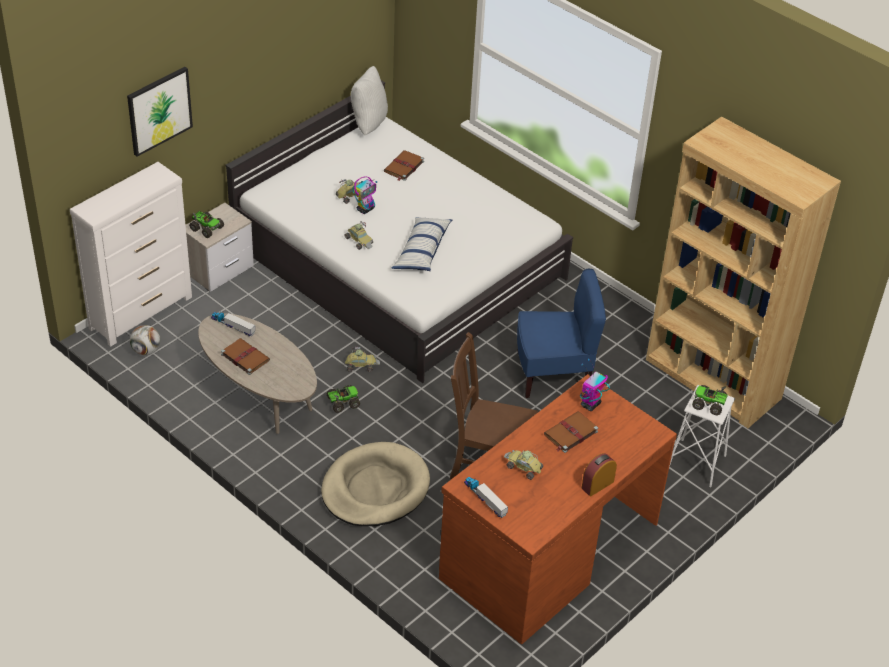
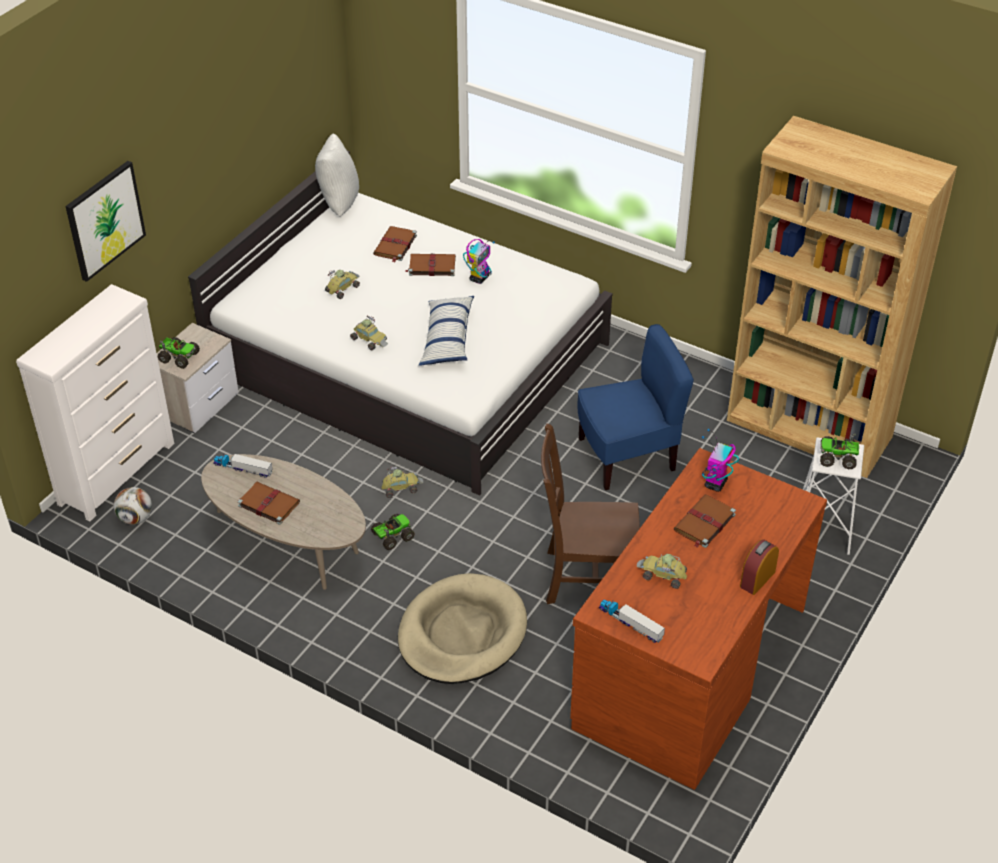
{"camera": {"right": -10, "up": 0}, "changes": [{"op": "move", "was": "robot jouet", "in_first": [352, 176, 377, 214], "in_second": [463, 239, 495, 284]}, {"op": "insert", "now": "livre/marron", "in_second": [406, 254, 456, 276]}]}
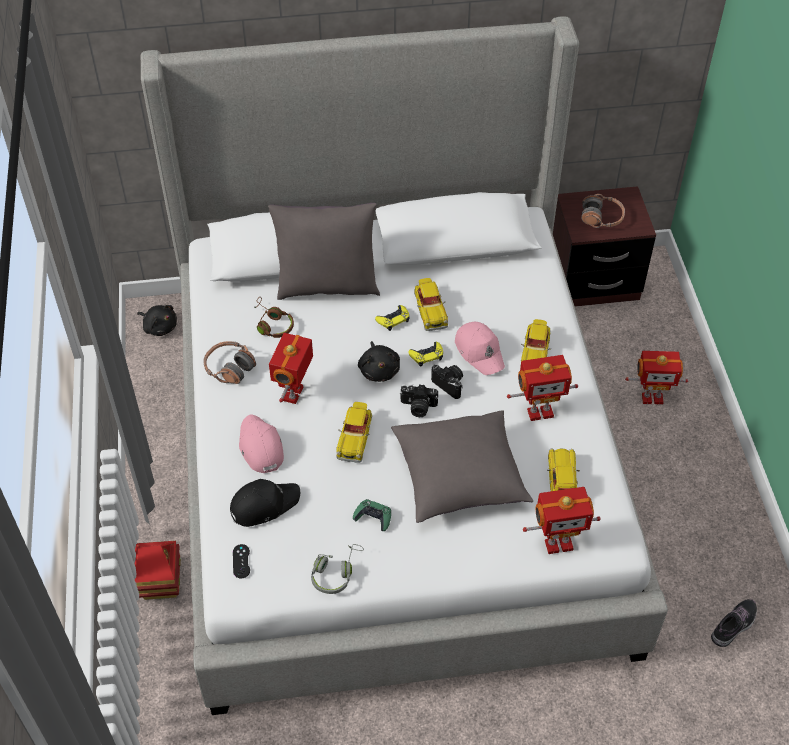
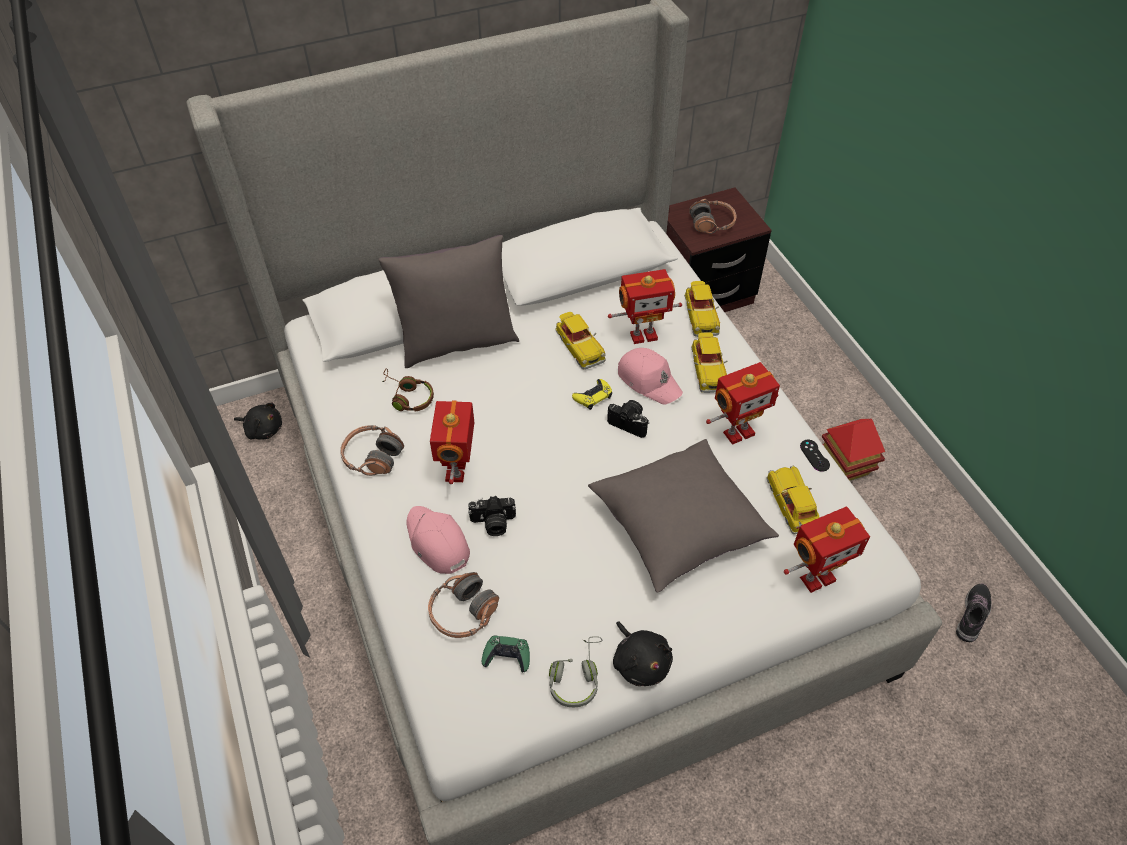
{"camera": {"right": -15, "up": 0}, "changes": [{"op": "move", "was": "maison miniature", "in_first": [134, 541, 181, 600], "in_second": [822, 419, 885, 481]}, {"op": "replace", "was": "casquette/noir", "now": "casque audio", "in_first": [230, 479, 300, 527], "in_second": [428, 572, 499, 638]}, {"op": "move", "was": "manette/noir", "in_first": [233, 544, 250, 579], "in_second": [800, 440, 830, 472]}, {"op": "move", "was": "petite voiture", "in_first": [336, 402, 372, 463], "in_second": [685, 281, 720, 337]}, {"op": "move", "was": "manette/vert", "in_first": [353, 499, 391, 531], "in_second": [482, 635, 530, 672]}, {"op": "move", "was": "peluche/noir", "in_first": [358, 341, 400, 382], "in_second": [613, 621, 673, 686]}, {"op": "delete", "was": "manette/jaune", "in_first": [375, 305, 410, 331]}, {"op": "move", "was": "appareil photo", "in_first": [400, 384, 438, 417], "in_second": [468, 496, 516, 536]}, {"op": "move", "was": "robot jouet", "in_first": [625, 351, 688, 405], "in_second": [608, 269, 682, 344]}]}
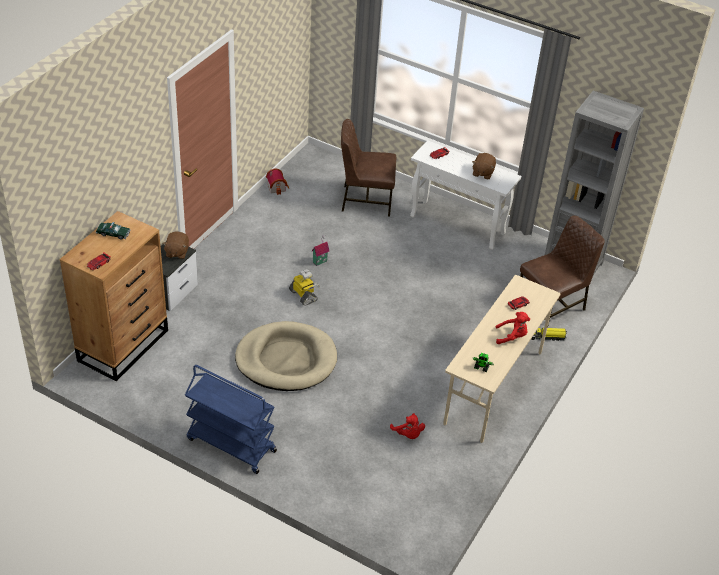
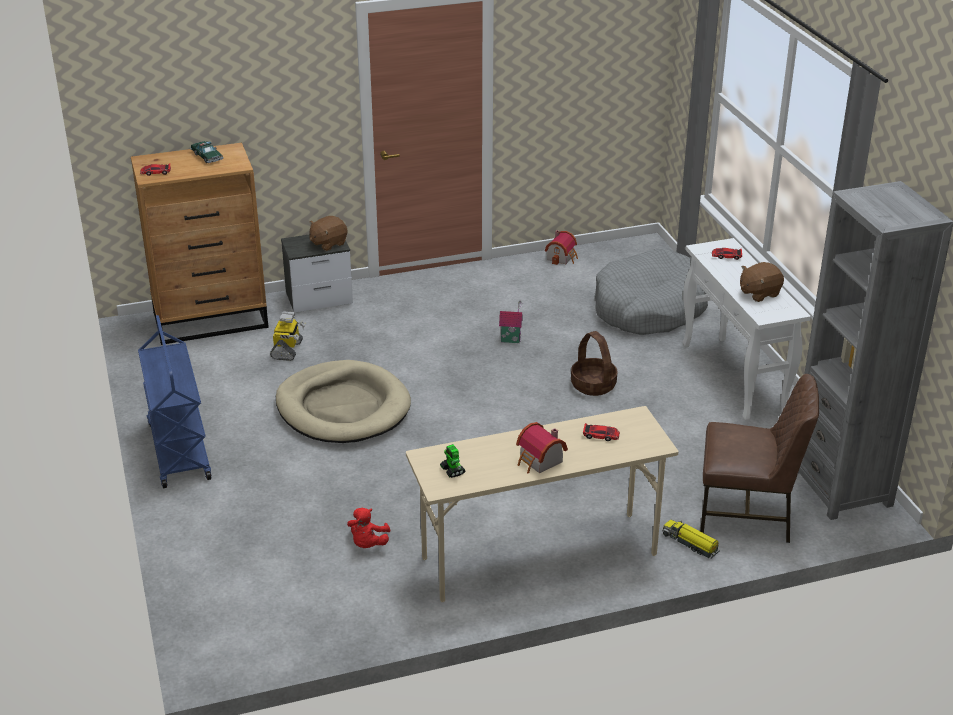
{"camera": {"right": 45, "up": -10}, "changes": [{"op": "move", "was": "robot jouet", "in_first": [289, 269, 320, 306], "in_second": [270, 311, 305, 361]}, {"op": "replace", "was": "chaise/marron", "now": "panier pour chien/gris", "in_first": [341, 119, 396, 217], "in_second": [595, 249, 708, 335]}, {"op": "replace", "was": "peluche/rouge", "now": "maison miniature", "in_first": [496, 312, 530, 344], "in_second": [516, 422, 568, 473]}, {"op": "insert", "now": "panier", "in_second": [571, 331, 618, 396]}]}
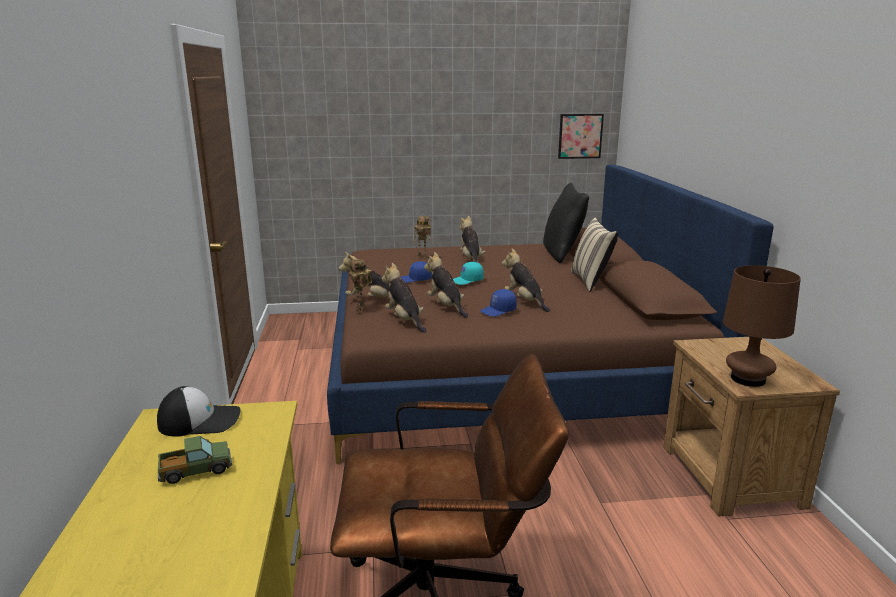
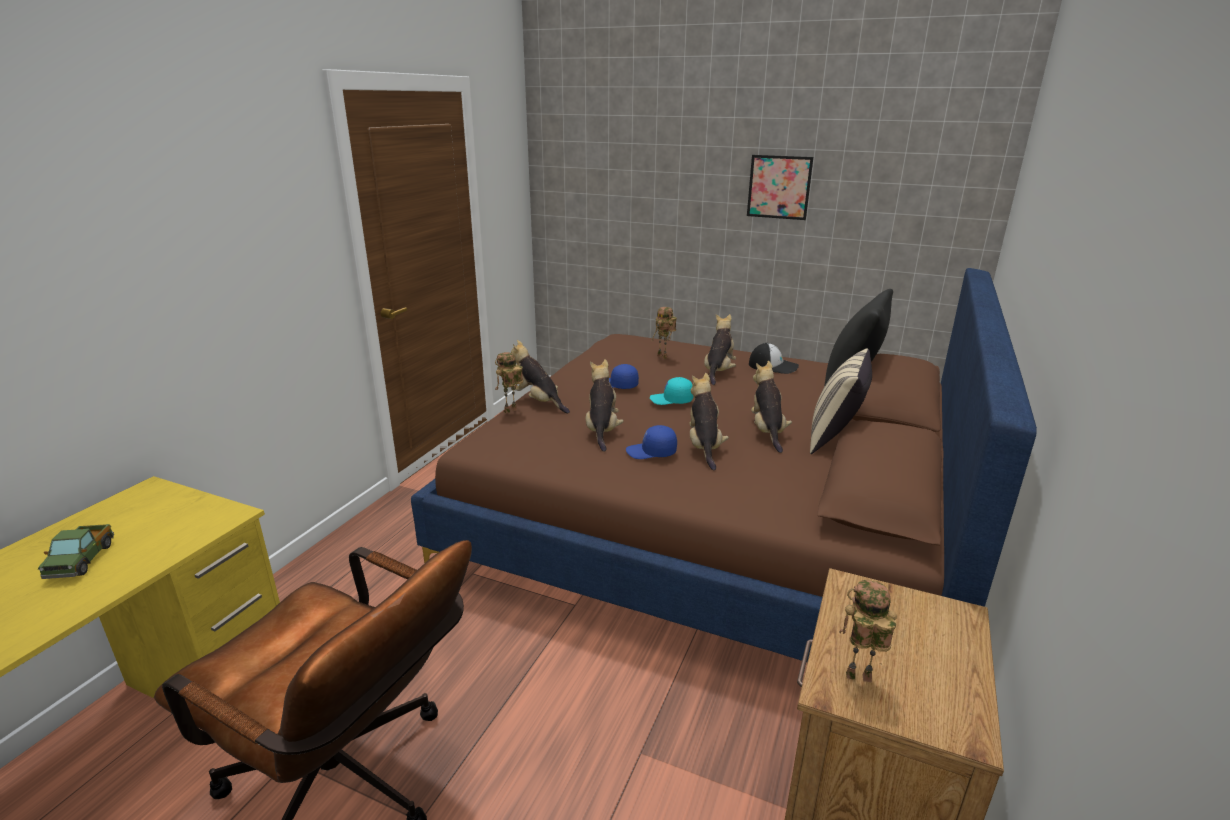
{"camera": {"right": 30, "up": 5}, "changes": [{"op": "move", "was": "casquette", "in_first": [157, 386, 241, 437], "in_second": [749, 343, 799, 374]}, {"op": "rotate", "was": "camion jouet", "in_first": [158, 436, 232, 484], "in_second": [38, 524, 114, 579], "clockwise": 75}, {"op": "move", "was": "peluche", "in_first": [382, 263, 426, 333], "in_second": [751, 361, 792, 453]}, {"op": "move", "was": "tableau", "in_first": [558, 114, 604, 159], "in_second": [747, 155, 813, 220]}, {"op": "replace", "was": "lampe de table/marron", "now": "robot jouet", "in_first": [723, 265, 801, 387], "in_second": [840, 580, 897, 682]}]}
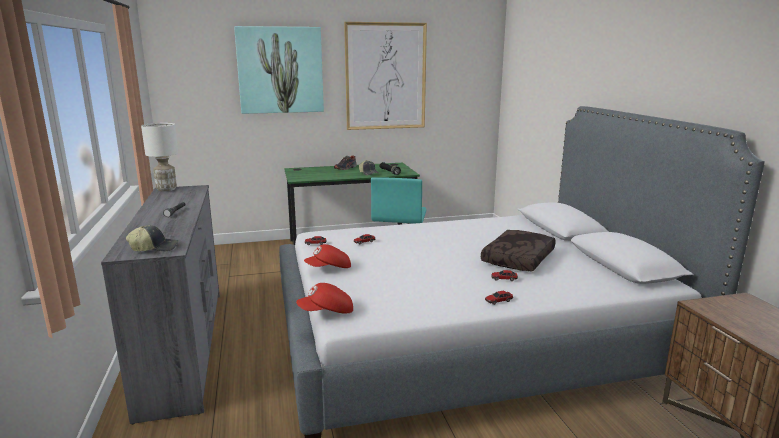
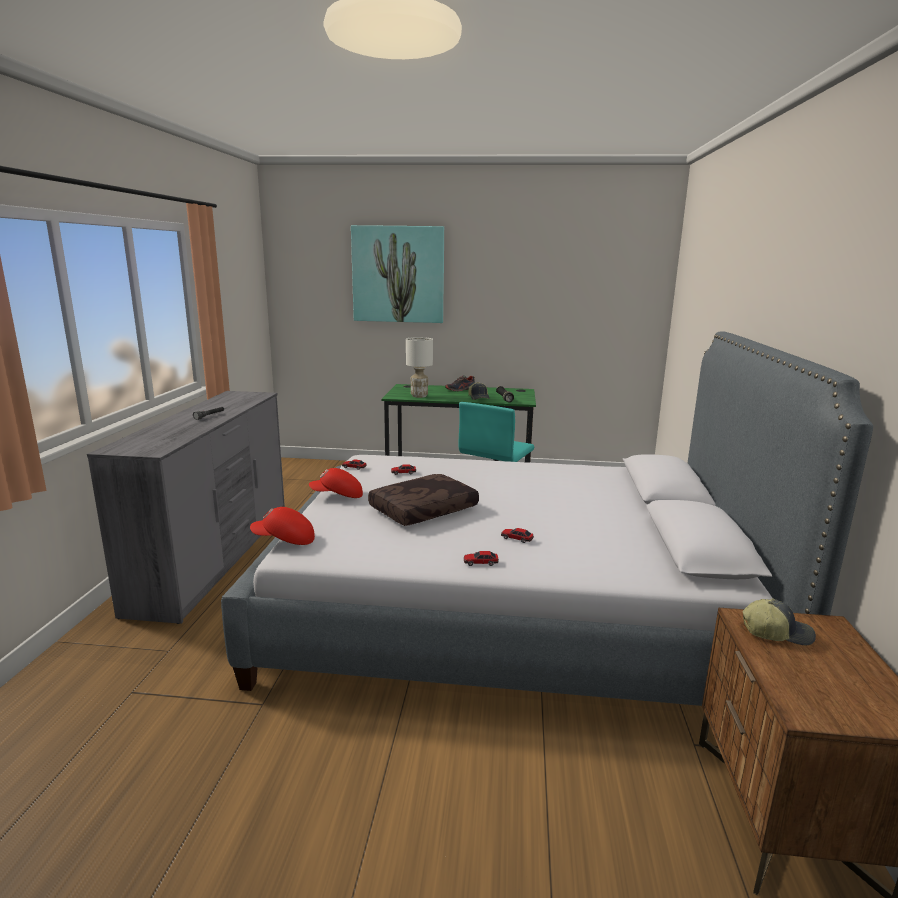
{"camera": {"right": 20, "up": 0}, "changes": [{"op": "move", "was": "casquette", "in_first": [126, 225, 179, 251], "in_second": [742, 599, 816, 645]}, {"op": "move", "was": "lampe de table/blanc", "in_first": [141, 123, 178, 192], "in_second": [406, 337, 433, 398]}, {"op": "delete", "was": "tableau", "in_first": [344, 22, 427, 130]}, {"op": "move", "was": "coussin/marron", "in_first": [481, 230, 556, 272], "in_second": [368, 474, 479, 526]}]}
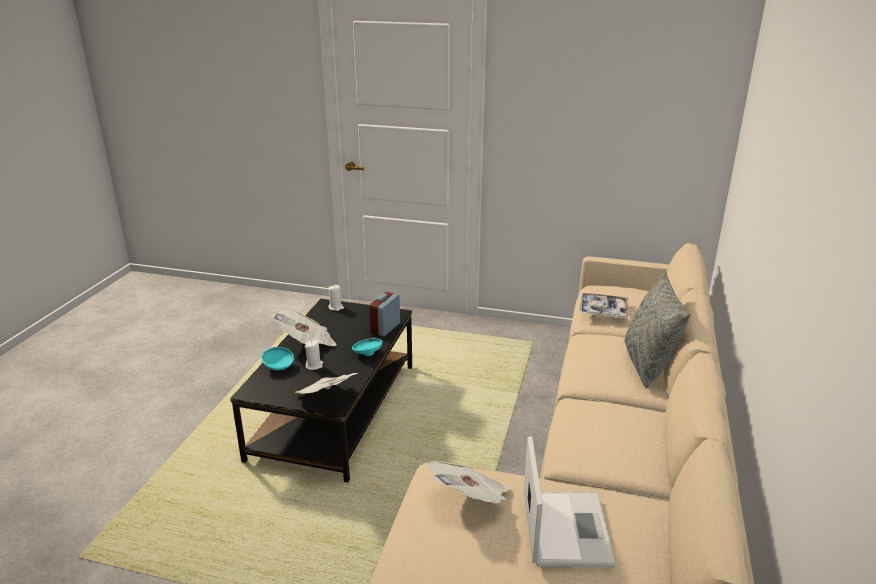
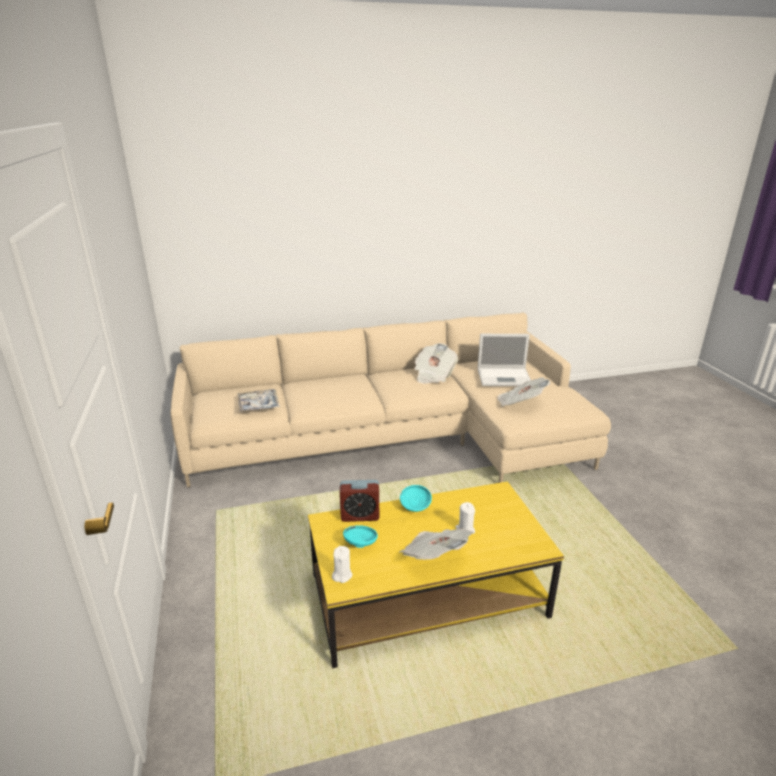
{"camera": {"right": -120, "up": 0}, "changes": [{"op": "recolor", "was": "table basse/noir", "now": "table basse/jaune", "in_first": [230, 299, 412, 483], "in_second": [308, 481, 564, 668]}, {"op": "move", "was": "bol/turquoise", "in_first": [262, 347, 294, 370], "in_second": [343, 525, 378, 548]}, {"op": "move", "was": "journal", "in_first": [296, 373, 358, 394], "in_second": [414, 343, 458, 384]}, {"op": "rotate", "was": "ordinateur portable", "in_first": [524, 436, 616, 568], "in_second": [478, 334, 531, 386], "clockwise": -150}, {"op": "delete", "was": "coussin/gris", "in_first": [625, 272, 691, 389]}]}
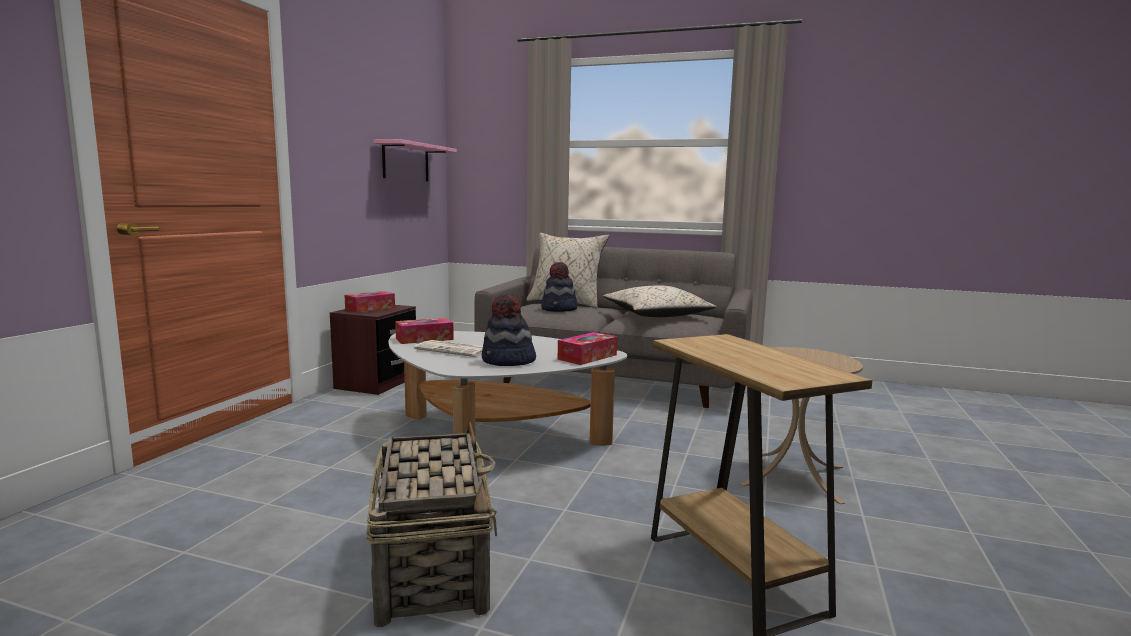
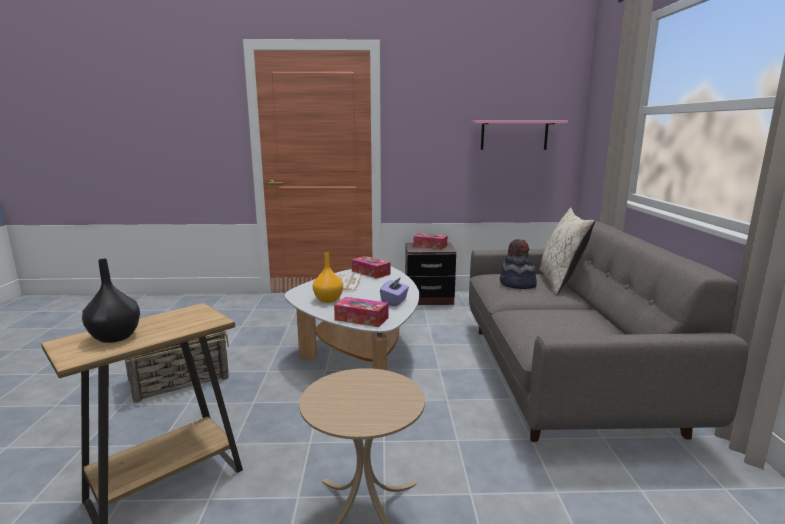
{"camera": {"right": 70, "up": 5}, "changes": [{"op": "replace", "was": "chapeau", "now": "vase/orange", "in_first": [482, 294, 536, 366], "in_second": [313, 252, 343, 303]}, {"op": "delete", "was": "coussin/beige", "in_first": [603, 285, 716, 317]}, {"op": "insert", "now": "vase/noir", "in_second": [82, 259, 140, 343]}, {"op": "insert", "now": "boîte à mouchoirs/violet", "in_second": [380, 277, 409, 306]}]}
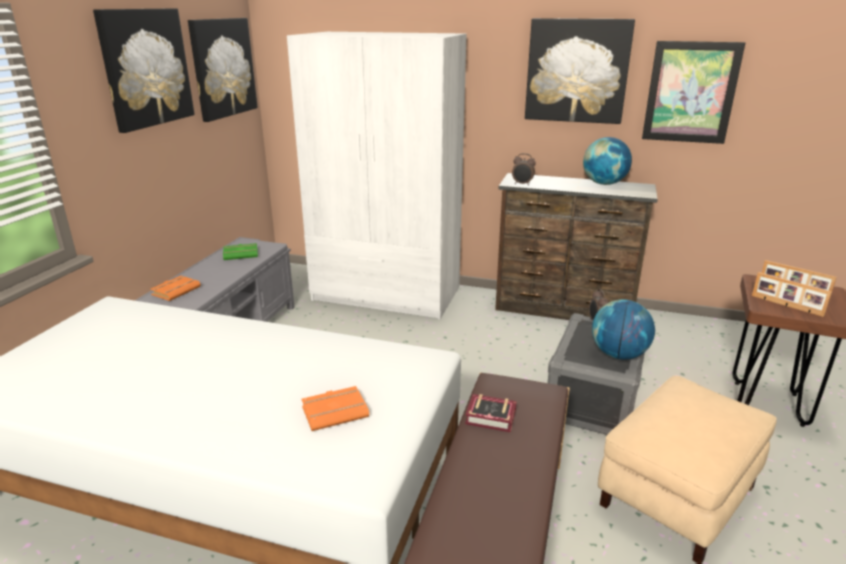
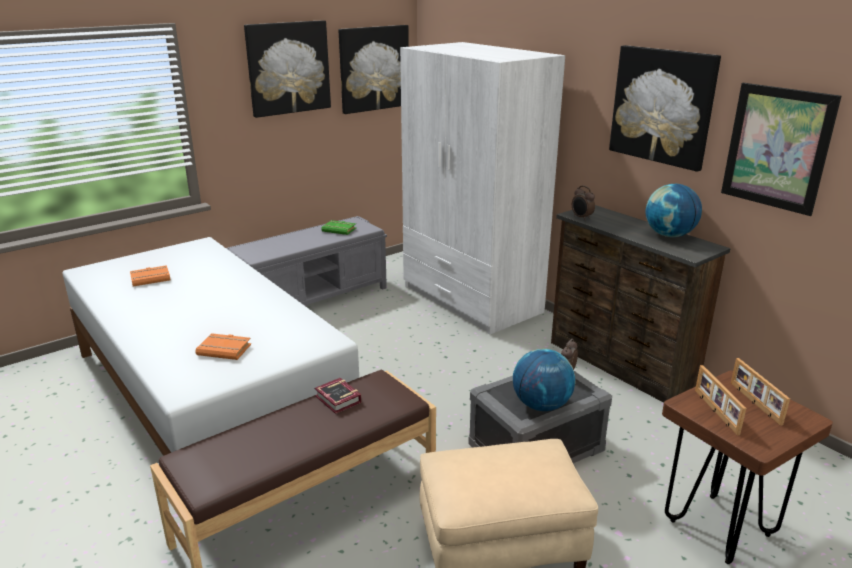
{"camera": {"right": 35, "up": 0}, "changes": [{"op": "move", "was": "livre/orange", "in_first": [150, 276, 201, 301], "in_second": [130, 265, 170, 287]}]}
